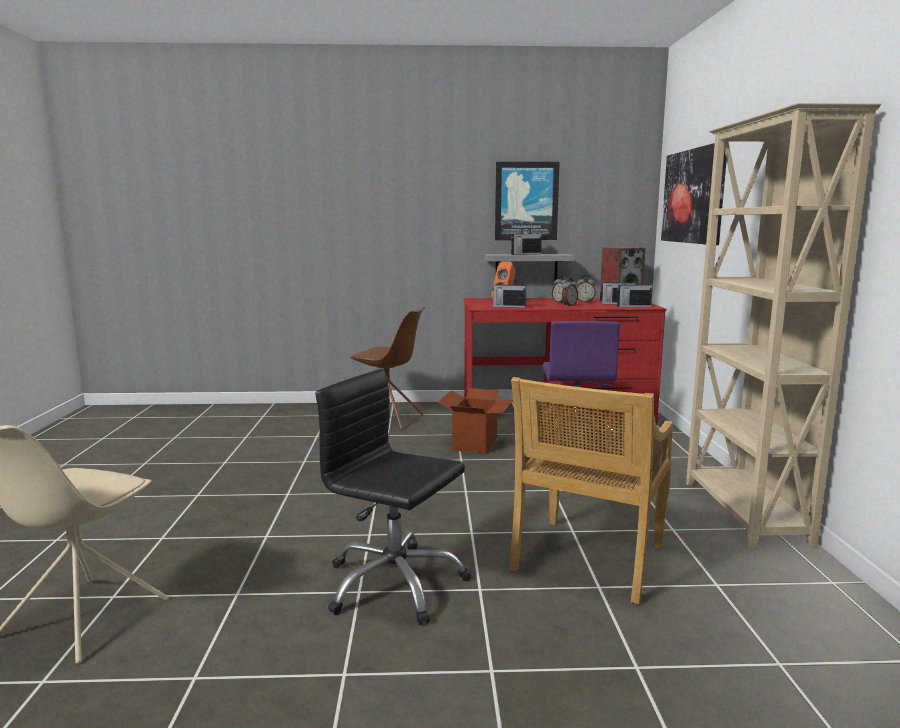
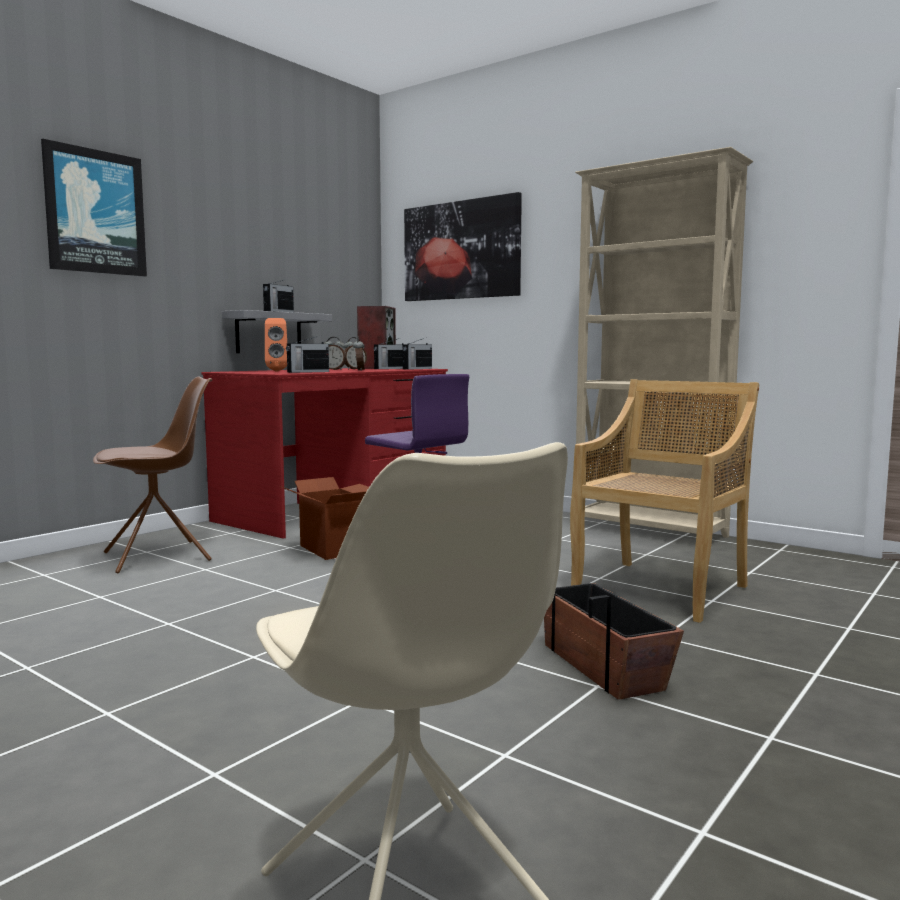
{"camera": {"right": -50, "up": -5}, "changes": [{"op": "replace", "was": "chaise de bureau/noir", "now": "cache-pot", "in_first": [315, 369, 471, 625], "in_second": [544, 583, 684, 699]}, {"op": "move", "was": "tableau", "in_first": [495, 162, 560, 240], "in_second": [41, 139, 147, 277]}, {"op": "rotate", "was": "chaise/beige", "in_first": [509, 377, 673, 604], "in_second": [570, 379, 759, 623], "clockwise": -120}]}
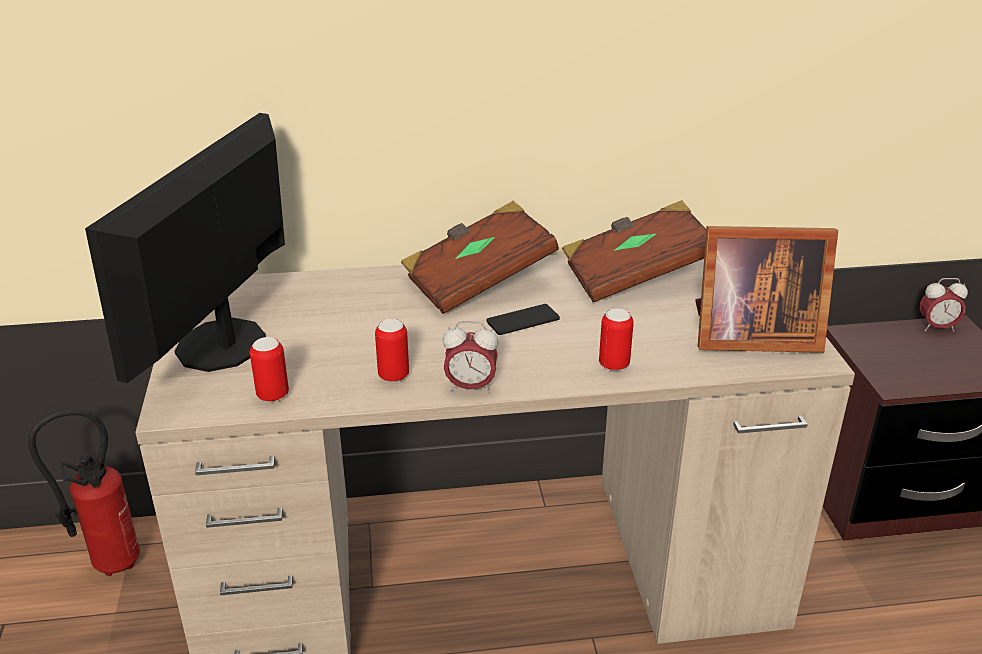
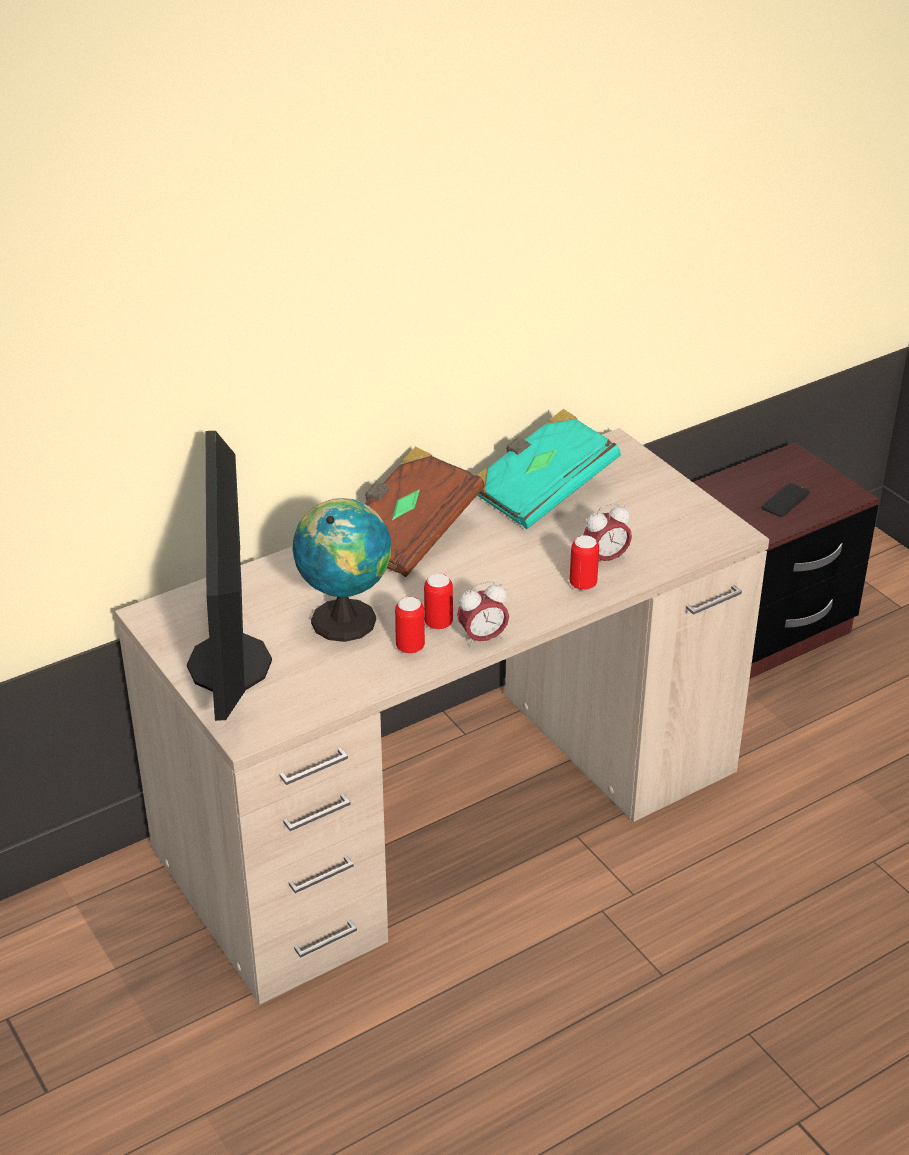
{"camera": {"right": -25, "up": 5}, "changes": [{"op": "delete", "was": "extincteur", "in_first": [28, 408, 140, 576]}, {"op": "move", "was": "boîte métallique", "in_first": [250, 337, 289, 402], "in_second": [424, 574, 453, 630]}, {"op": "move", "was": "téléphone", "in_first": [486, 304, 560, 335], "in_second": [761, 483, 810, 517]}, {"op": "recolor", "was": "livre/marron", "now": "livre/turquoise", "in_first": [562, 200, 706, 302], "in_second": [477, 409, 621, 529]}, {"op": "delete", "was": "cadre photo", "in_first": [695, 226, 838, 353]}, {"op": "move", "was": "réveil", "in_first": [920, 278, 968, 332], "in_second": [583, 503, 632, 561]}, {"op": "insert", "now": "globe", "in_second": [292, 498, 391, 642]}]}
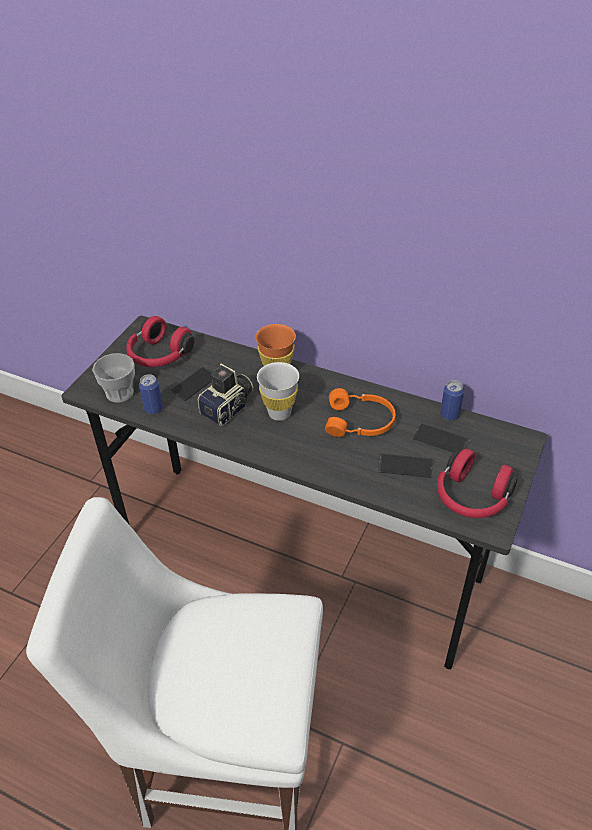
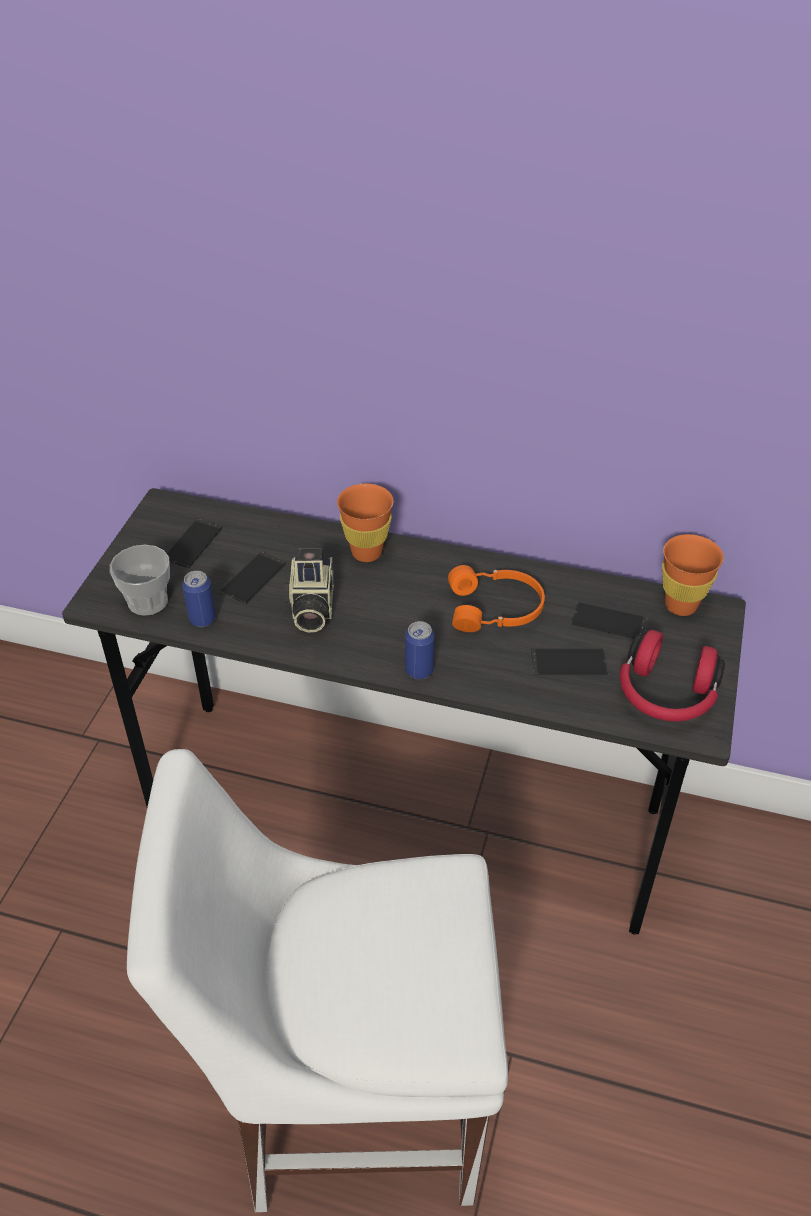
{"camera": {"right": -10, "up": 0}, "changes": [{"op": "replace", "was": "casque audio/rouge", "now": "téléphone", "in_first": [126, 316, 194, 367], "in_second": [166, 519, 223, 568]}, {"op": "rotate", "was": "appareil photo", "in_first": [198, 364, 253, 426], "in_second": [284, 549, 334, 633], "clockwise": 150}, {"op": "delete", "was": "tasse/blanc", "in_first": [257, 362, 299, 421]}, {"op": "move", "was": "boîte métallique", "in_first": [440, 380, 464, 421], "in_second": [405, 621, 434, 679]}, {"op": "insert", "now": "tasse/orange", "in_second": [662, 534, 724, 616]}]}
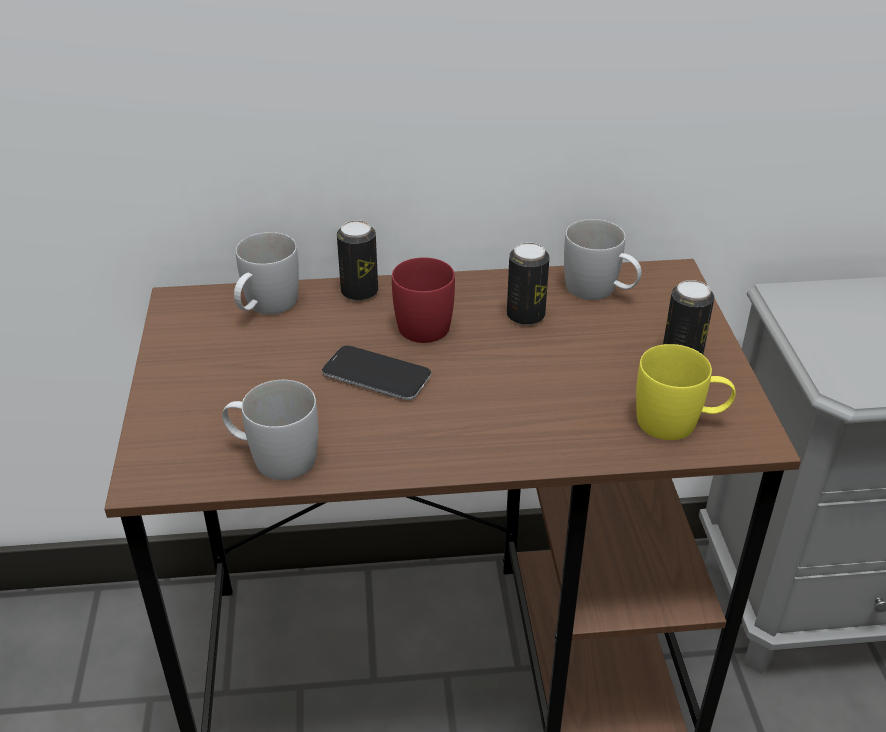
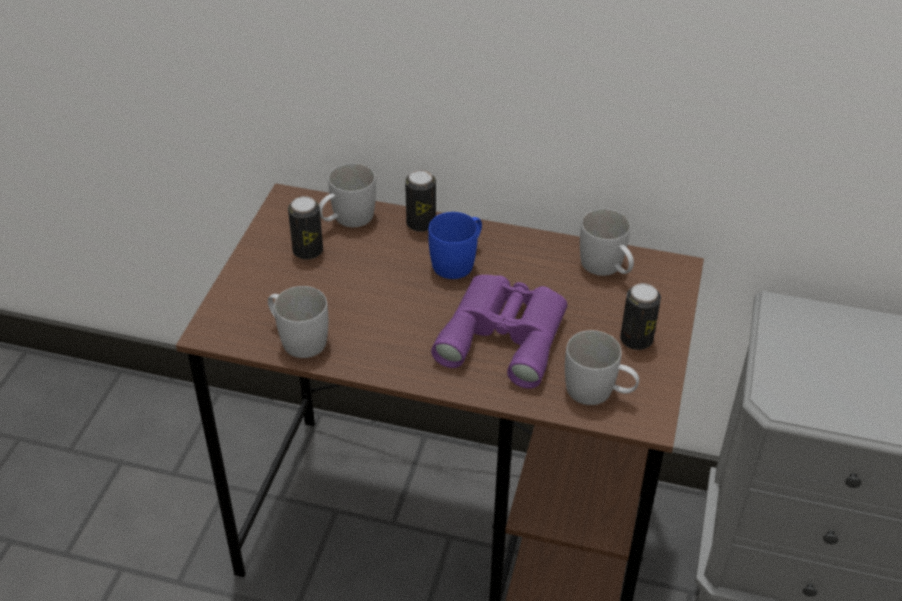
{"camera": {"right": 20, "up": 5}, "changes": [{"op": "delete", "was": "téléphone", "in_first": [322, 346, 431, 400]}, {"op": "recolor", "was": "mug/rouge", "now": "mug/bleu", "in_first": [392, 257, 455, 343], "in_second": [428, 212, 482, 279]}, {"op": "move", "was": "boîte métallique", "in_first": [507, 242, 550, 325], "in_second": [288, 196, 323, 260]}, {"op": "recolor", "was": "mug/jaune", "now": "mug/blanc", "in_first": [636, 344, 736, 440], "in_second": [565, 330, 639, 405]}, {"op": "insert", "now": "jumelles/violet", "in_second": [431, 275, 567, 389]}]}
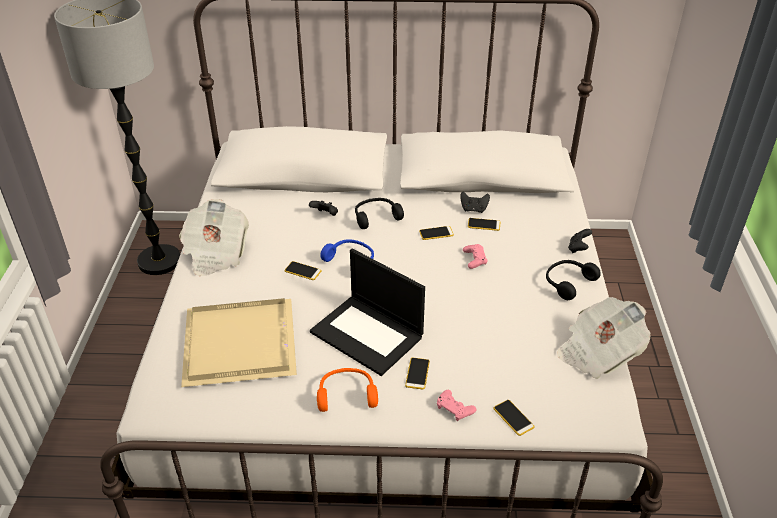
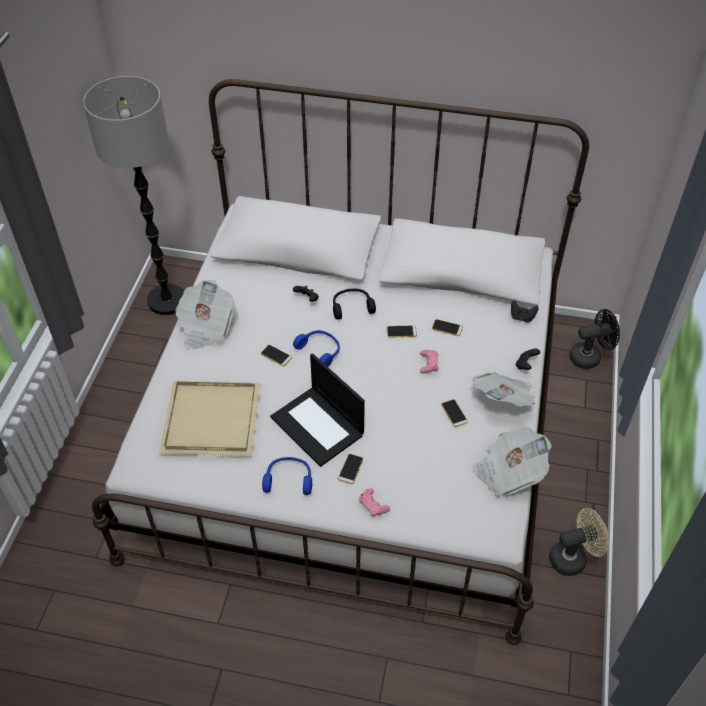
{"camera": {"right": 10, "up": 10}, "changes": [{"op": "recolor", "was": "casque audio/orange", "now": "casque audio/bleu", "in_first": [317, 368, 378, 412], "in_second": [262, 457, 312, 495]}, {"op": "move", "was": "manette/noir", "in_first": [460, 192, 490, 213], "in_second": [511, 300, 539, 322]}, {"op": "move", "was": "téléphone", "in_first": [493, 400, 534, 436], "in_second": [441, 399, 468, 427]}, {"op": "replace", "was": "casque audio/noir", "now": "journal", "in_first": [546, 260, 601, 300], "in_second": [473, 372, 535, 407]}, {"op": "insert", "now": "ventilateur/beige", "in_second": [549, 508, 609, 576]}, {"op": "insert", "now": "ventilateur/noir", "in_second": [569, 309, 620, 369]}]}
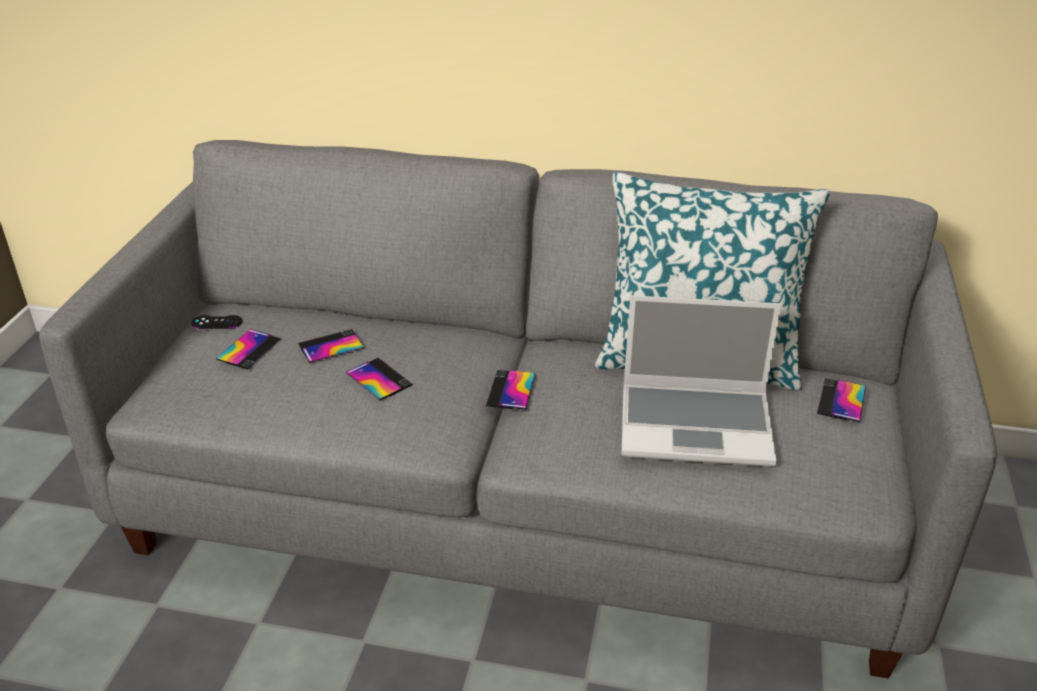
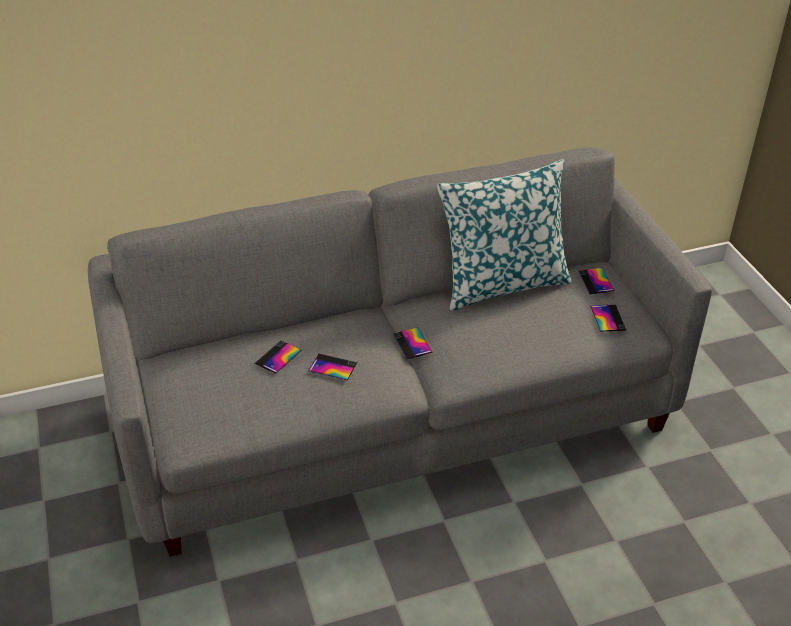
{"camera": {"right": -30, "up": 5}, "changes": [{"op": "delete", "was": "manette/noir", "in_first": [191, 315, 242, 329]}, {"op": "move", "was": "téléphone", "in_first": [216, 329, 281, 370], "in_second": [590, 305, 626, 332]}, {"op": "delete", "was": "ordinateur portable", "in_first": [621, 295, 781, 467]}]}
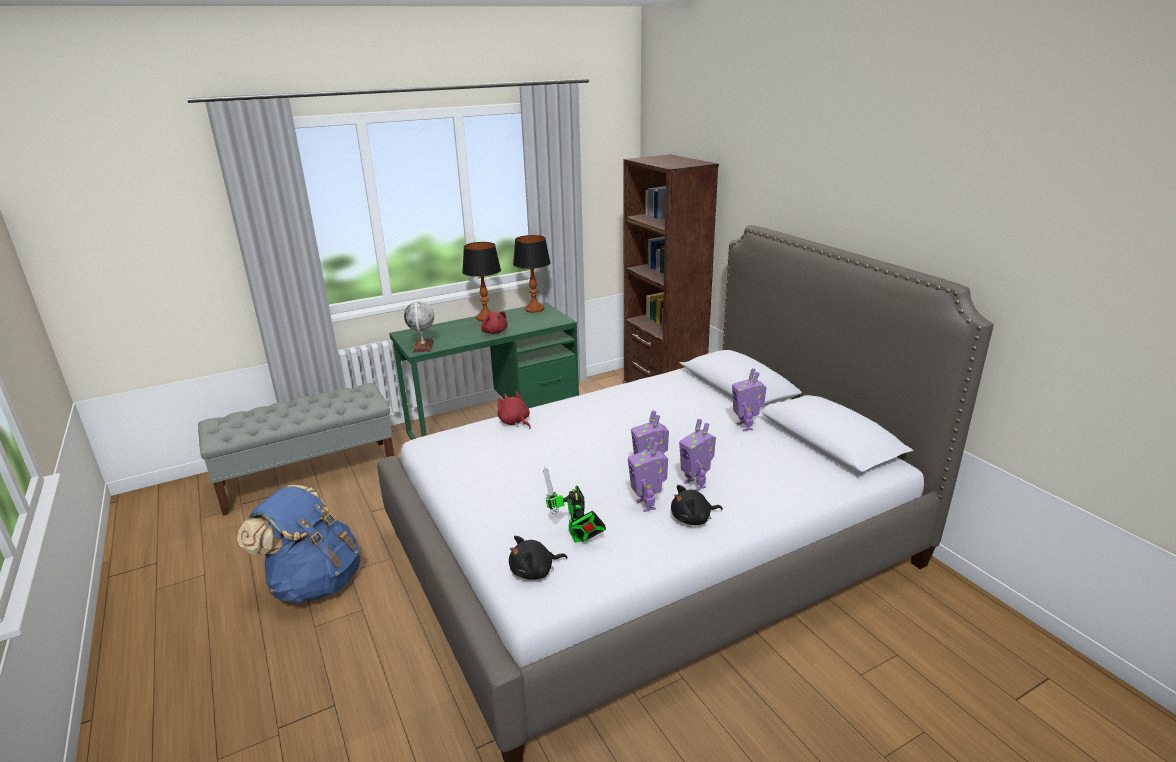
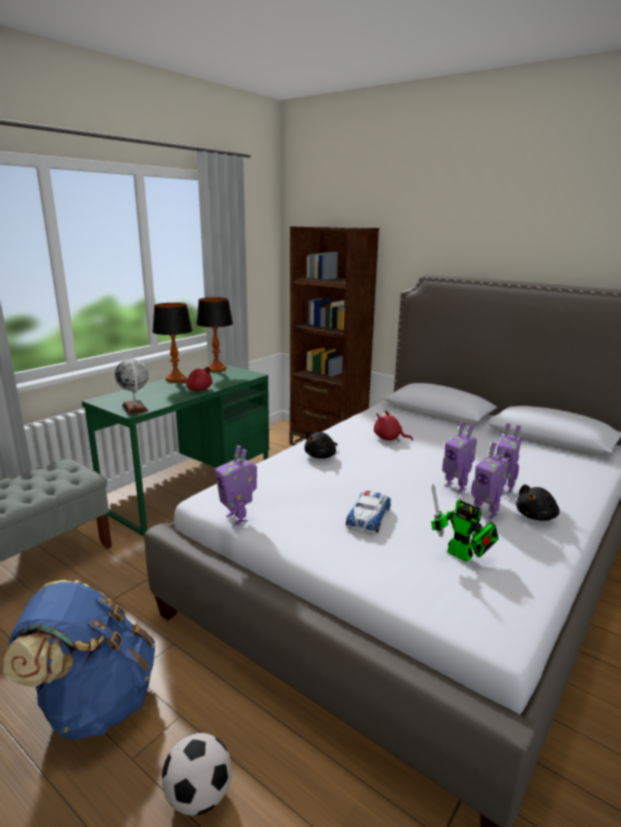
{"camera": {"right": -25, "up": -5}, "changes": [{"op": "move", "was": "peluche/rouge", "in_first": [497, 391, 531, 429], "in_second": [374, 410, 413, 442]}, {"op": "move", "was": "peluche/noir", "in_first": [509, 536, 568, 580], "in_second": [304, 430, 338, 459]}, {"op": "move", "was": "robot jouet", "in_first": [732, 368, 767, 431], "in_second": [215, 445, 257, 525]}, {"op": "insert", "now": "ballon de foot", "in_second": [162, 733, 232, 816]}, {"op": "insert", "now": "petite voiture", "in_second": [346, 490, 391, 534]}]}
